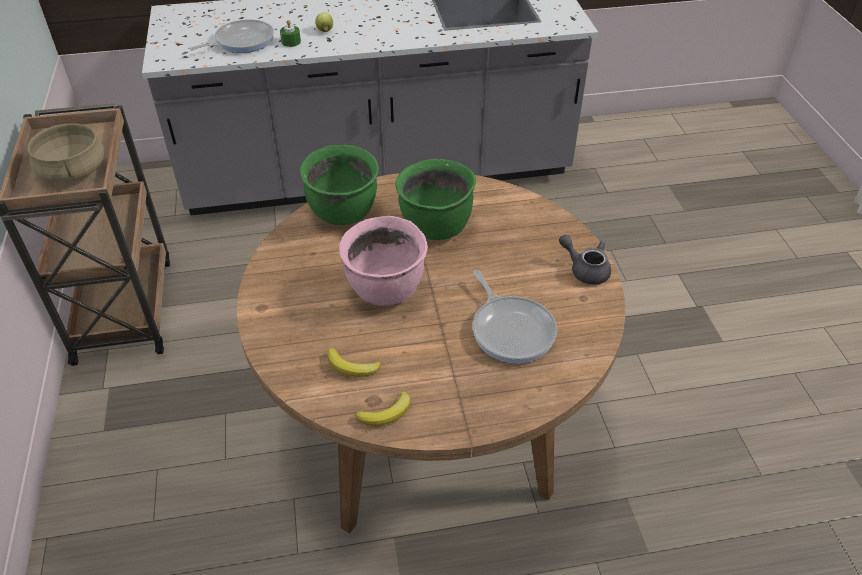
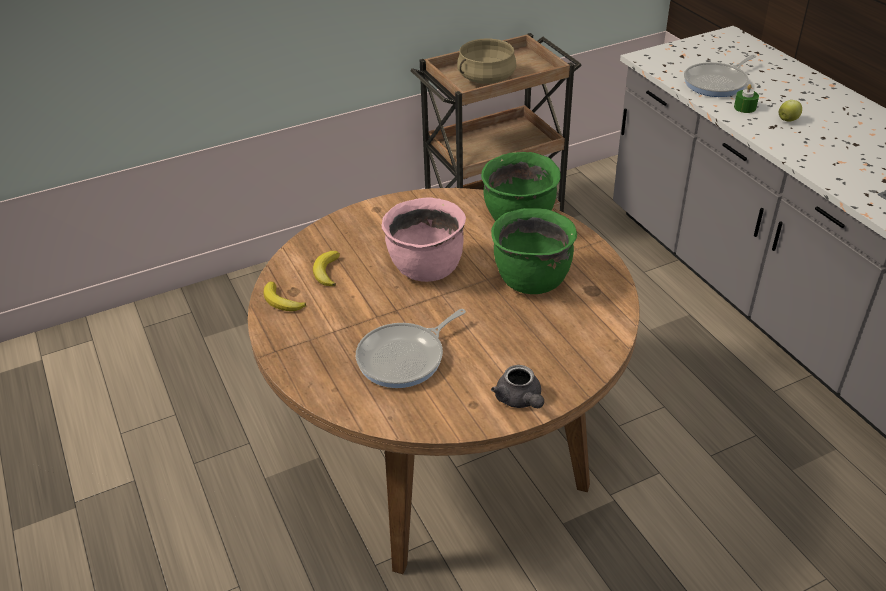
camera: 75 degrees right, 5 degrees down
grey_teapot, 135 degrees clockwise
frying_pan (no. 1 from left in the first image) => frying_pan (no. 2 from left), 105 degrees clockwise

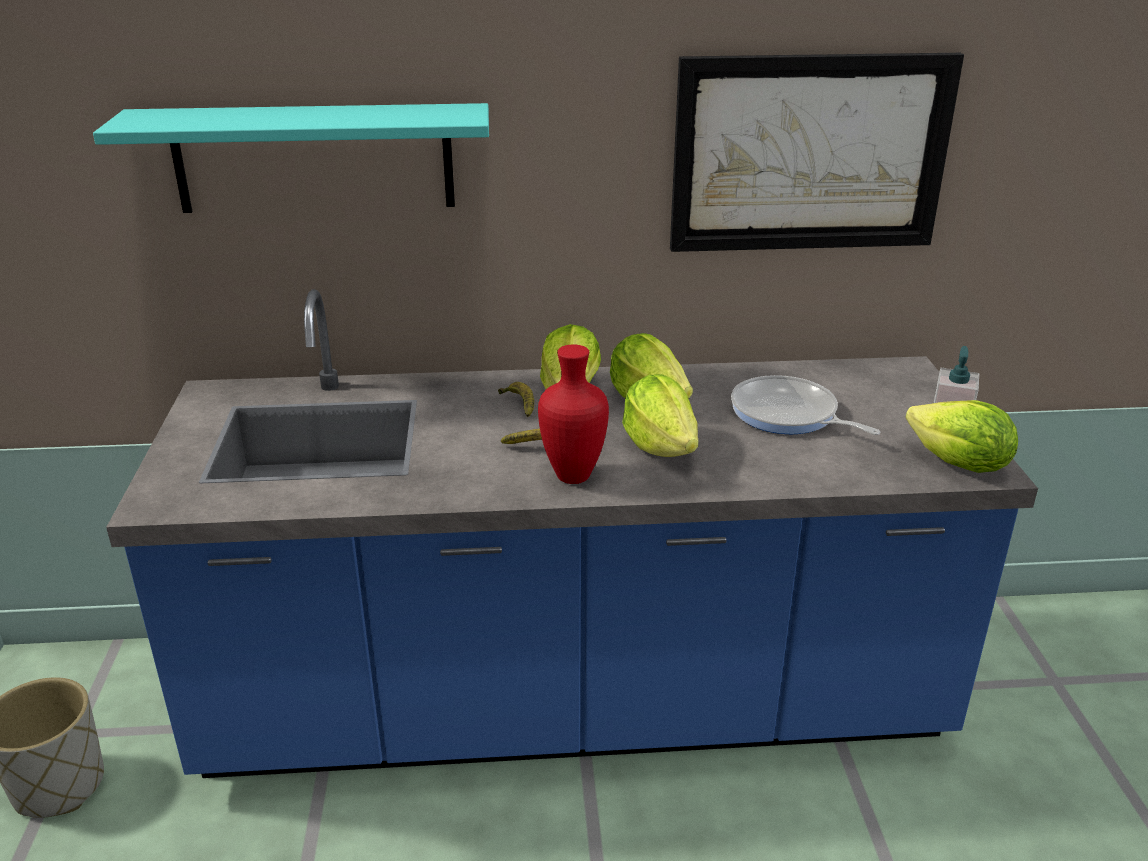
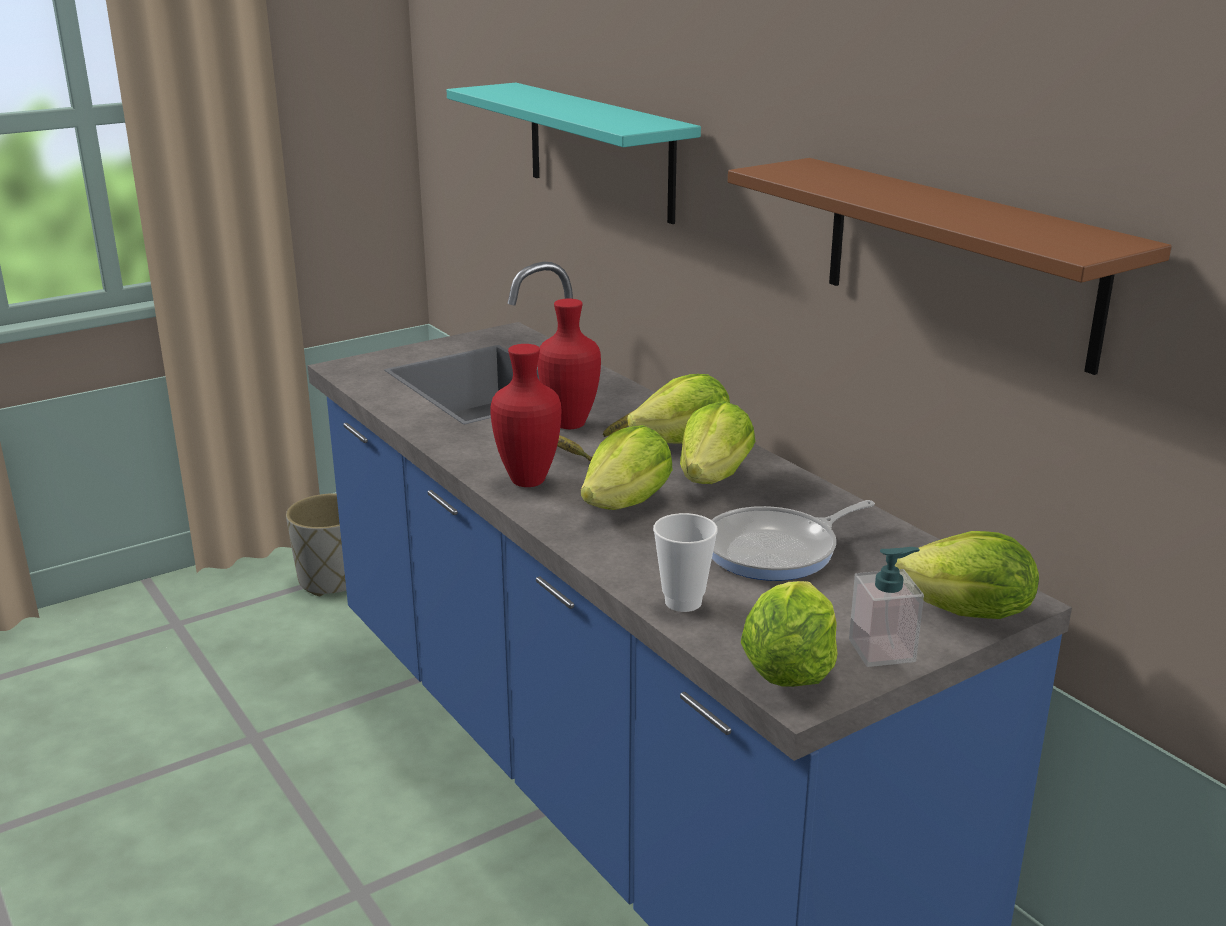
camera: 60 degrees right, 5 degrees down
nothing => red_vase (no. 2 from left)
nothing => cup
frying_pan, 135 degrees counterclockwise
picture => brown_shelf
nothing => lettuce (no. 5 from left)

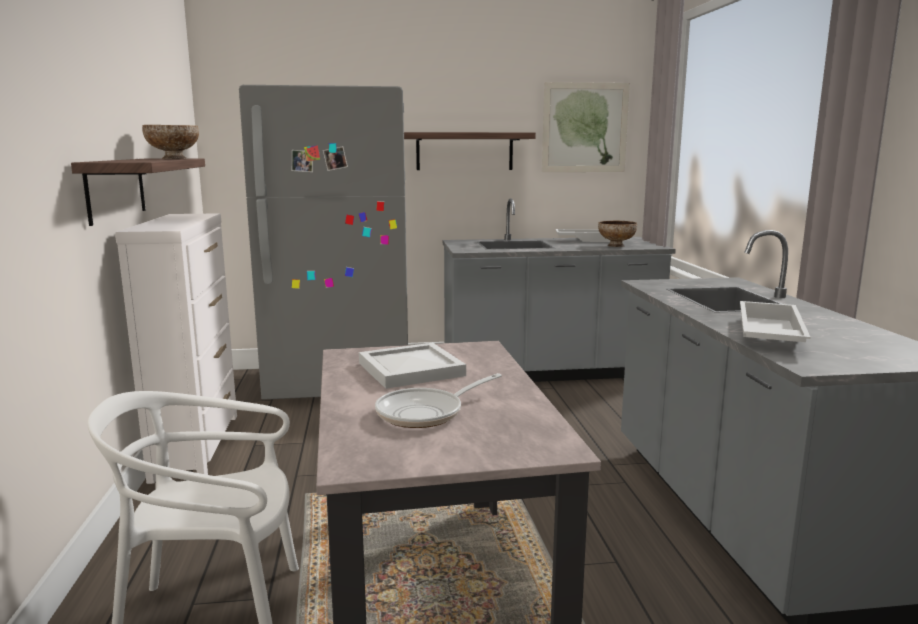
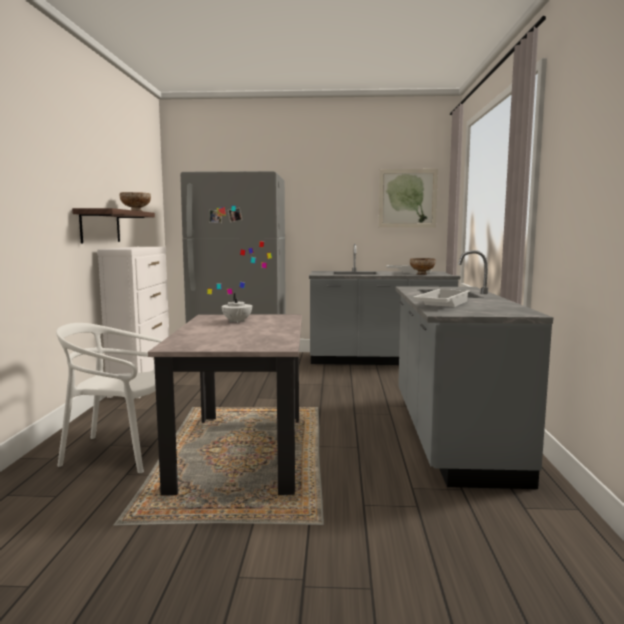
camera: 10 degrees right, 5 degrees down
white_tray (no. 1 from left) => white_teapot
frying_pan => nothing
shelf (no. 2 from left) => nothing

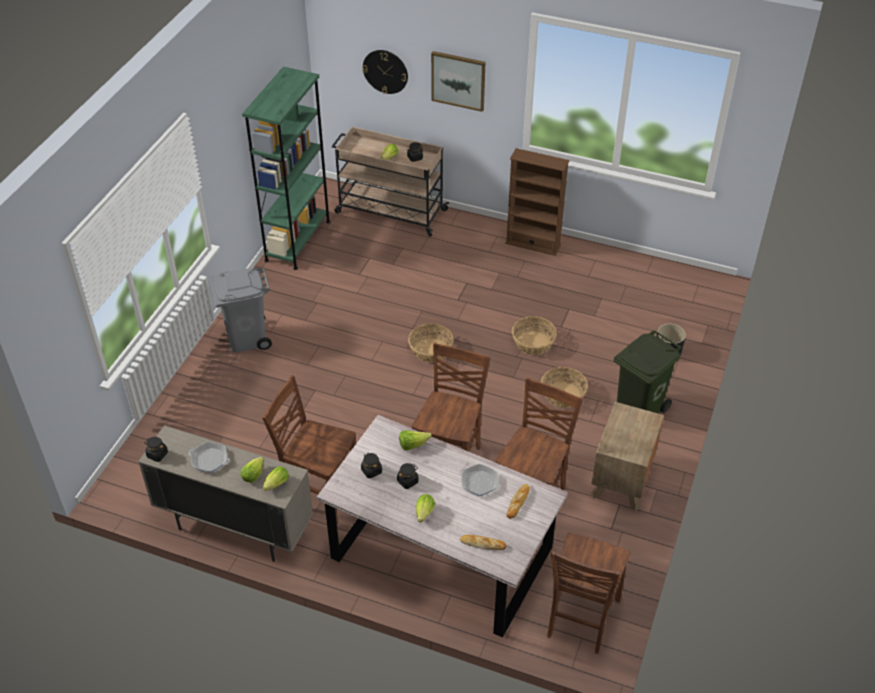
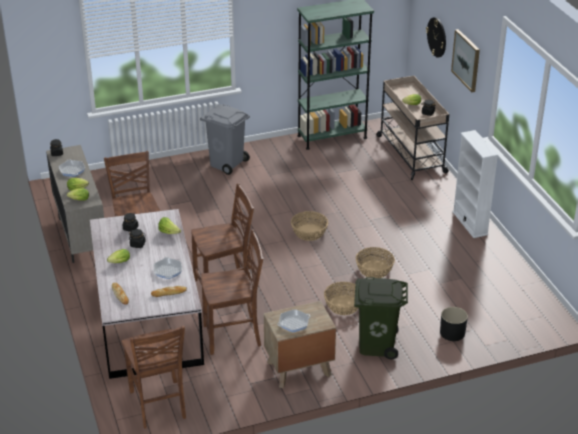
camera: 50 degrees right, 10 degrees down
brown_chair (no. 4 from left in the first image) => brown_chair (no. 2 from left), 90 degrees counterclockwise
nothing => frying_pan (no. 3 from left)
brown_bookcase => white_bookcase

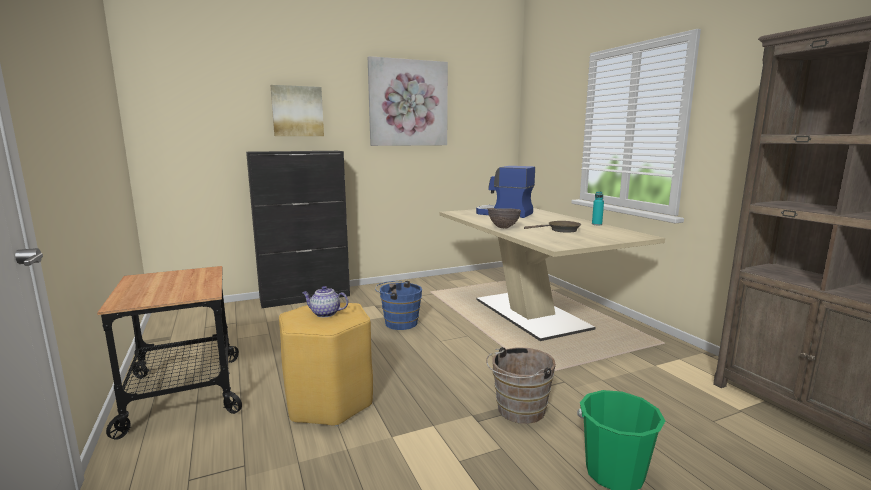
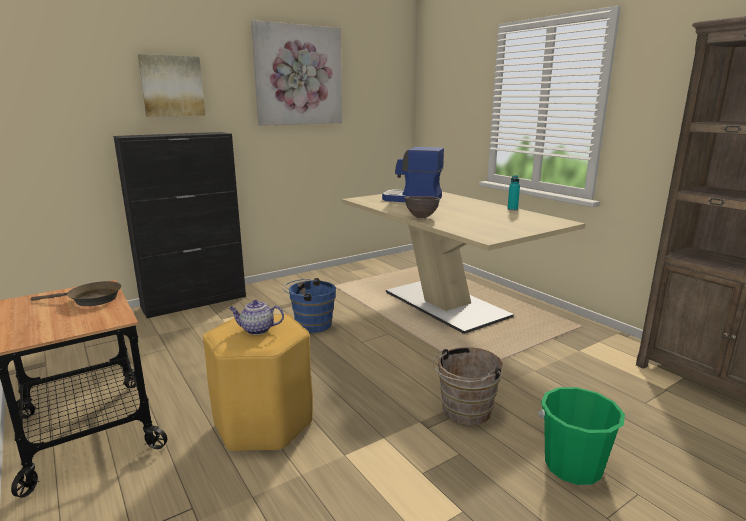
camera: 10 degrees left, 5 degrees up
brown_frying_pan, shifted

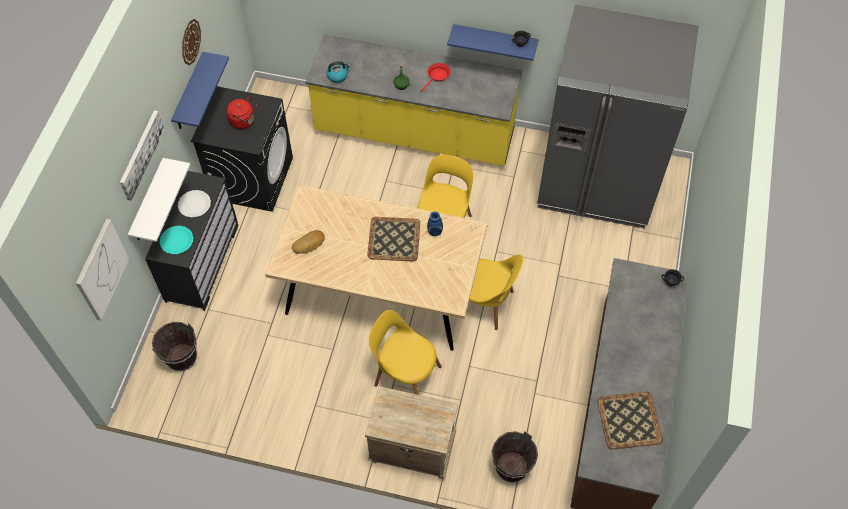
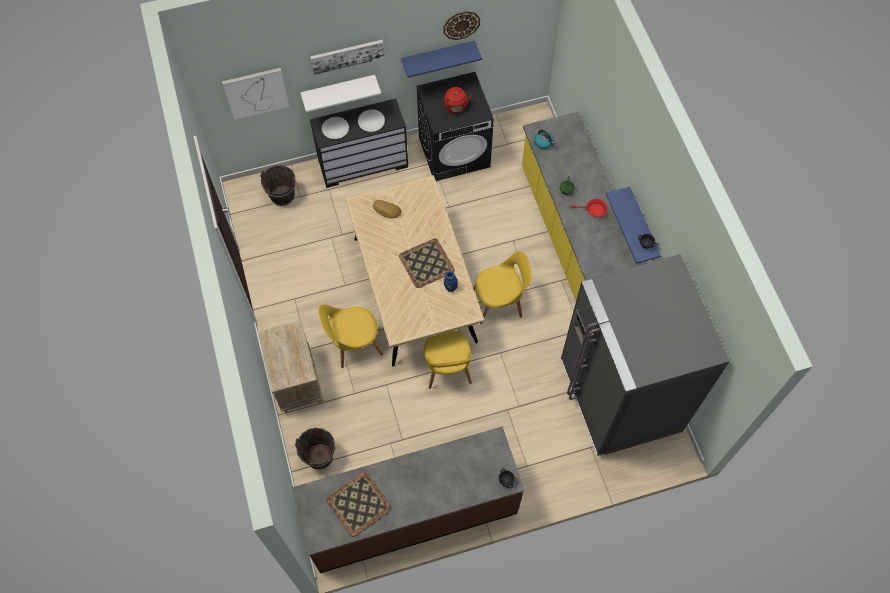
camera: 60 degrees right, 5 degrees up
yellow_chair (no. 1 from left), 105 degrees counterclockwise
turquoise_plate => white_plate (no. 1 from left)

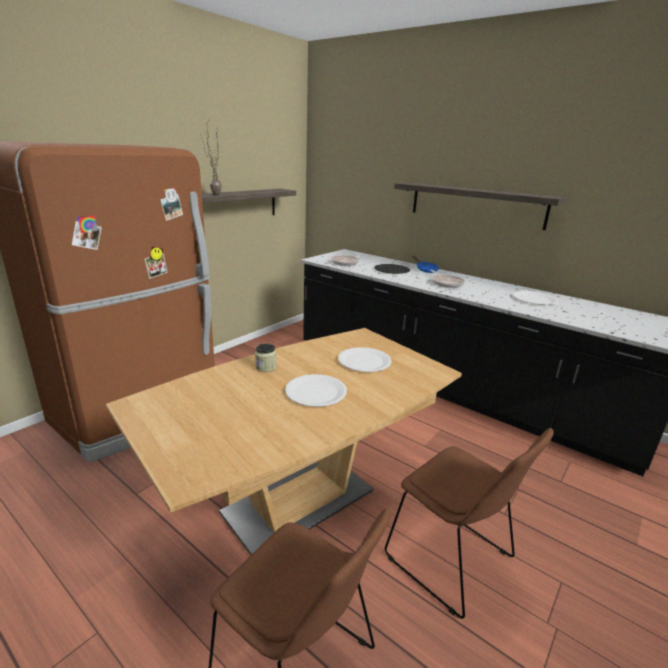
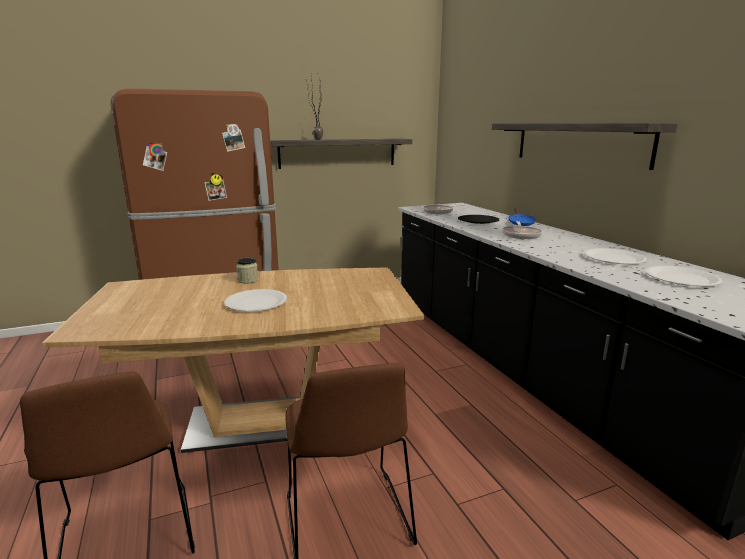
camera: 30 degrees right, 5 degrees down
white_plate (no. 2 from left in the first image) => white_plate (no. 3 from left), shifted

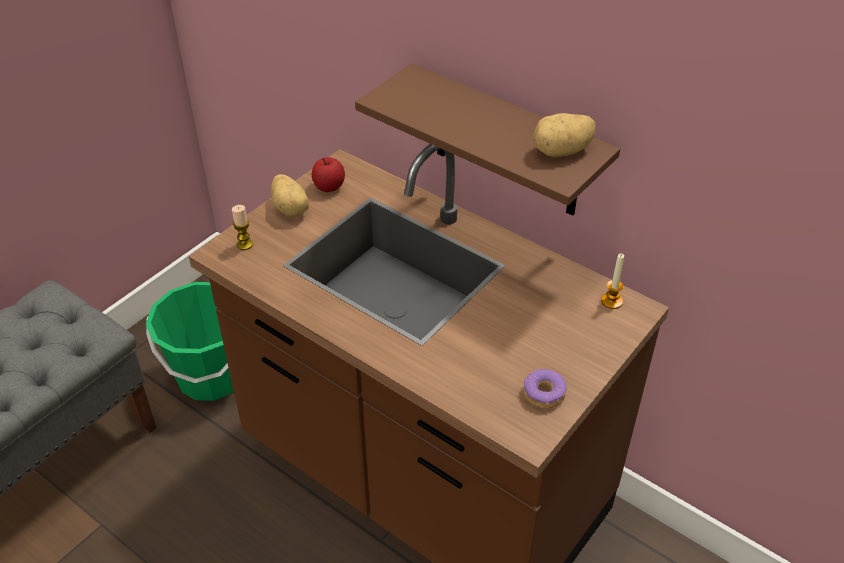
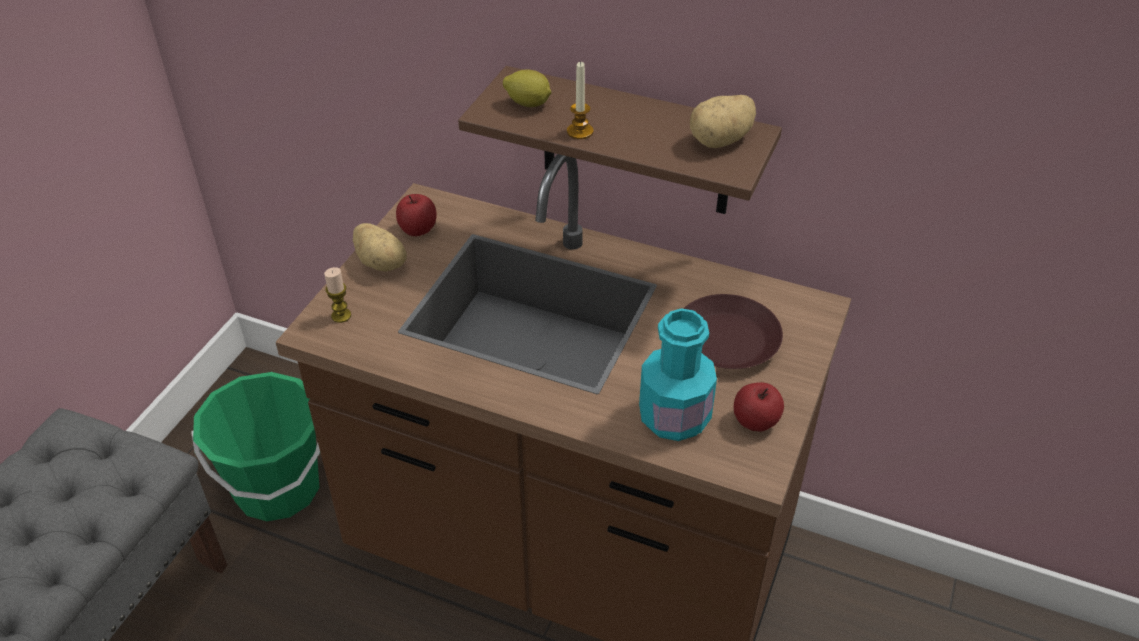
camera: 15 degrees left, 0 degrees up
nothing => lemon
candle (no. 2 from left), shifted
nothing => turquoise_bottle
nothing => brown_plate
donut => apple (no. 2 from left)

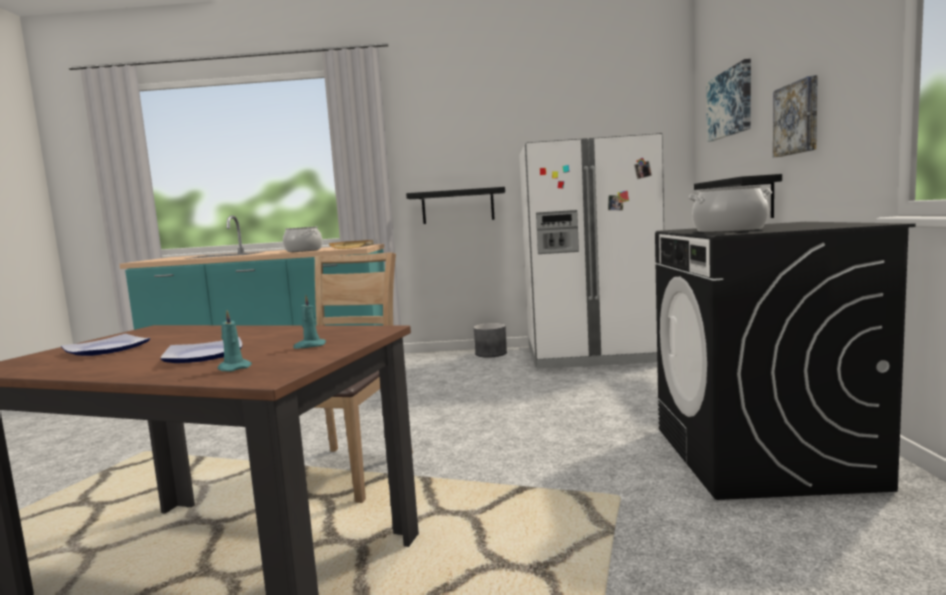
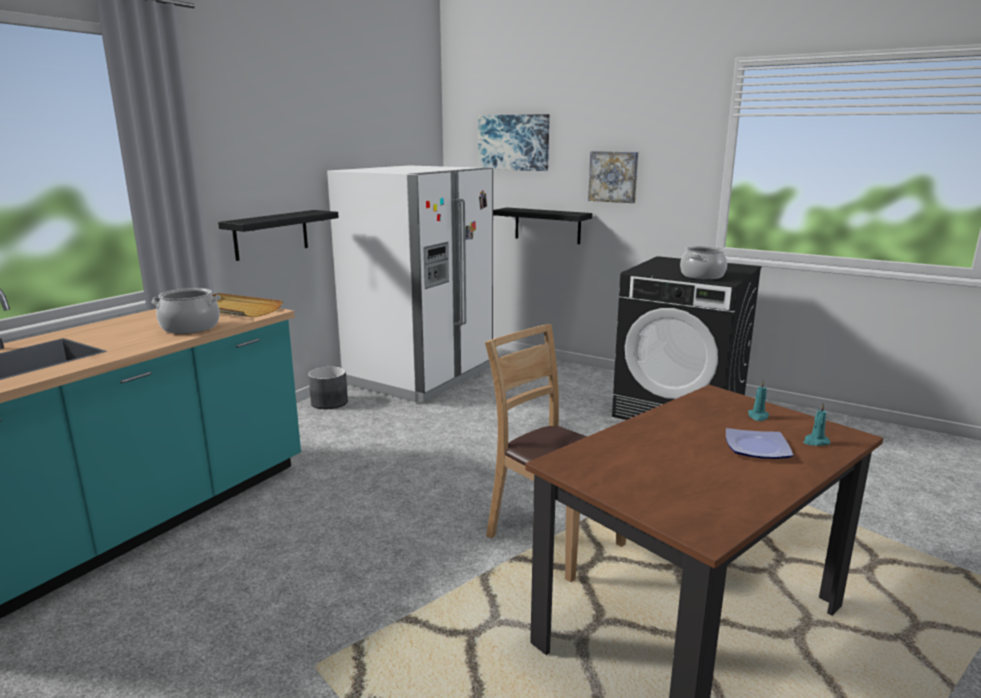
camera: 60 degrees left, 10 degrees up
plate (no. 1 from left) => nothing

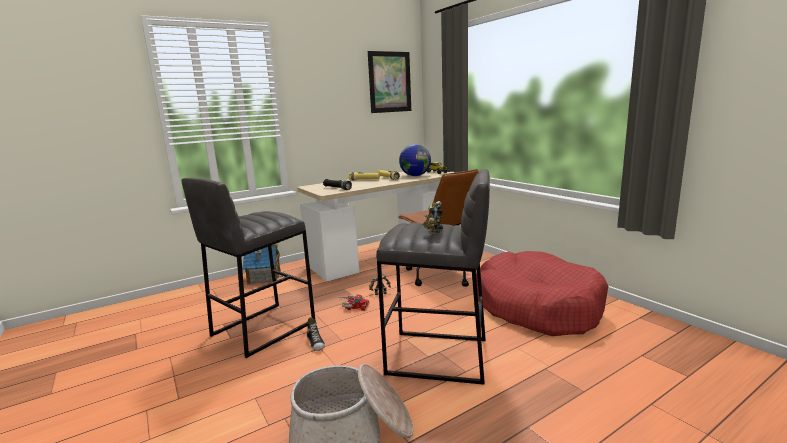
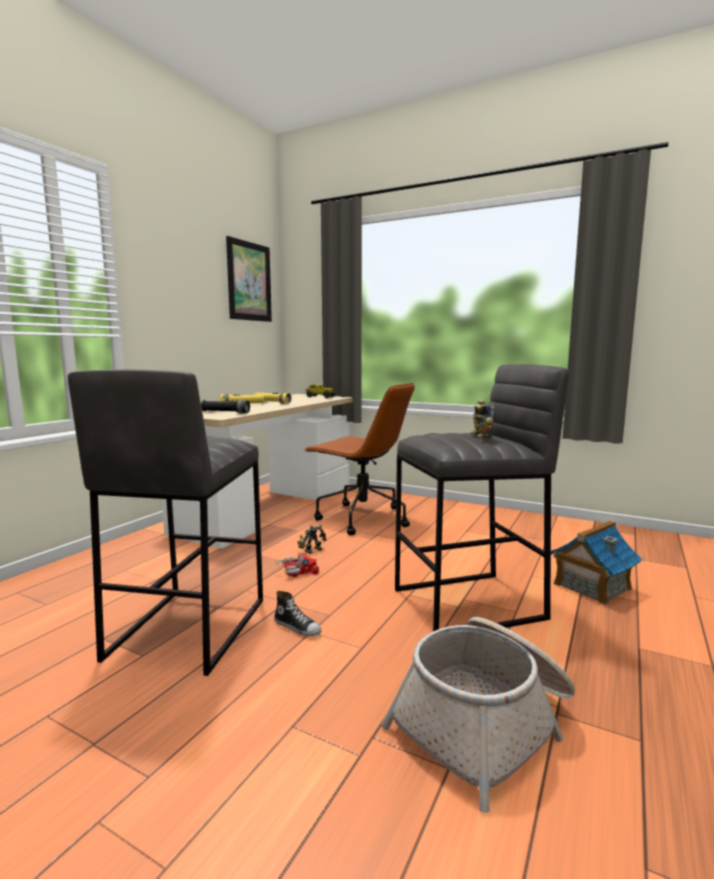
camera: 30 degrees left, 5 degrees down
toy_house, shifted
globe => nothing
red_dog_bed => nothing

